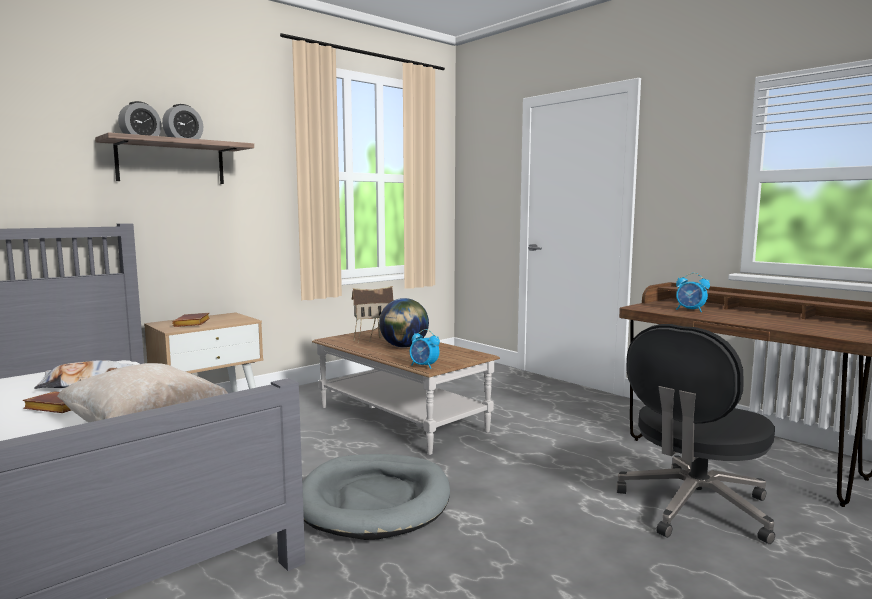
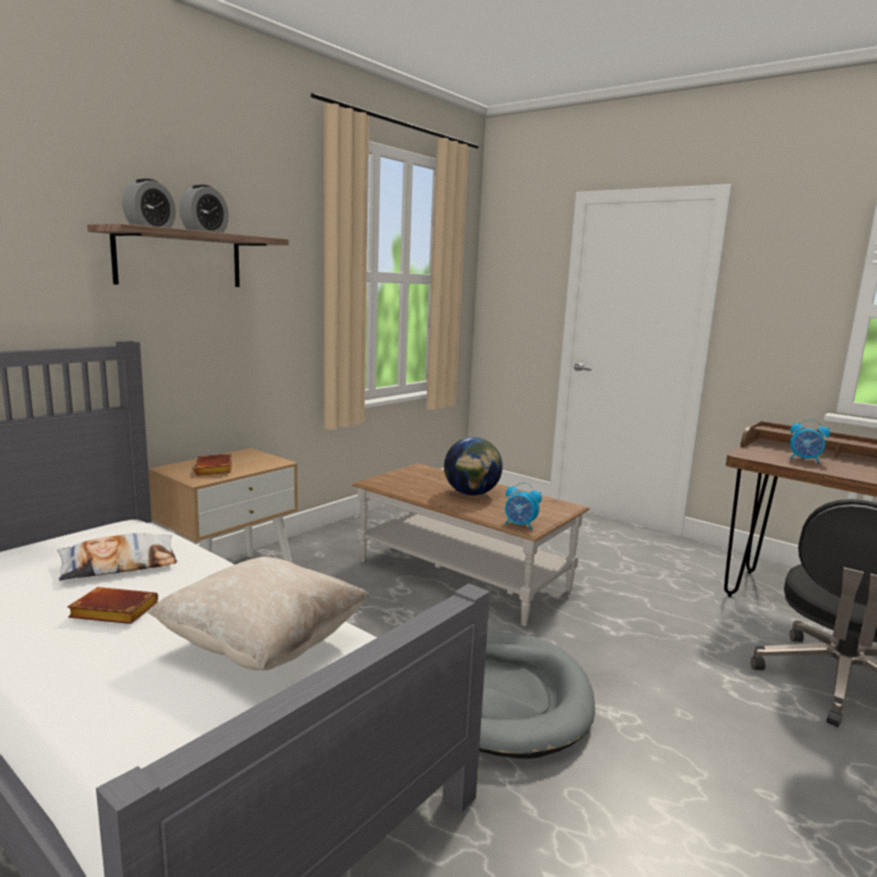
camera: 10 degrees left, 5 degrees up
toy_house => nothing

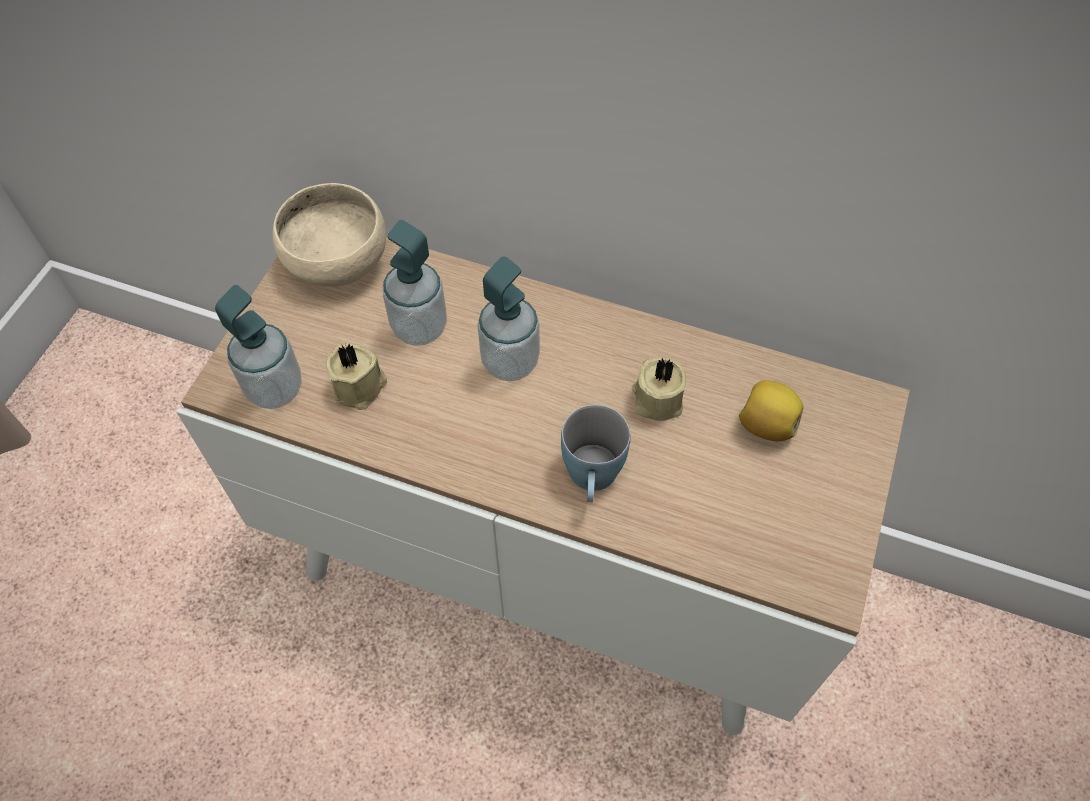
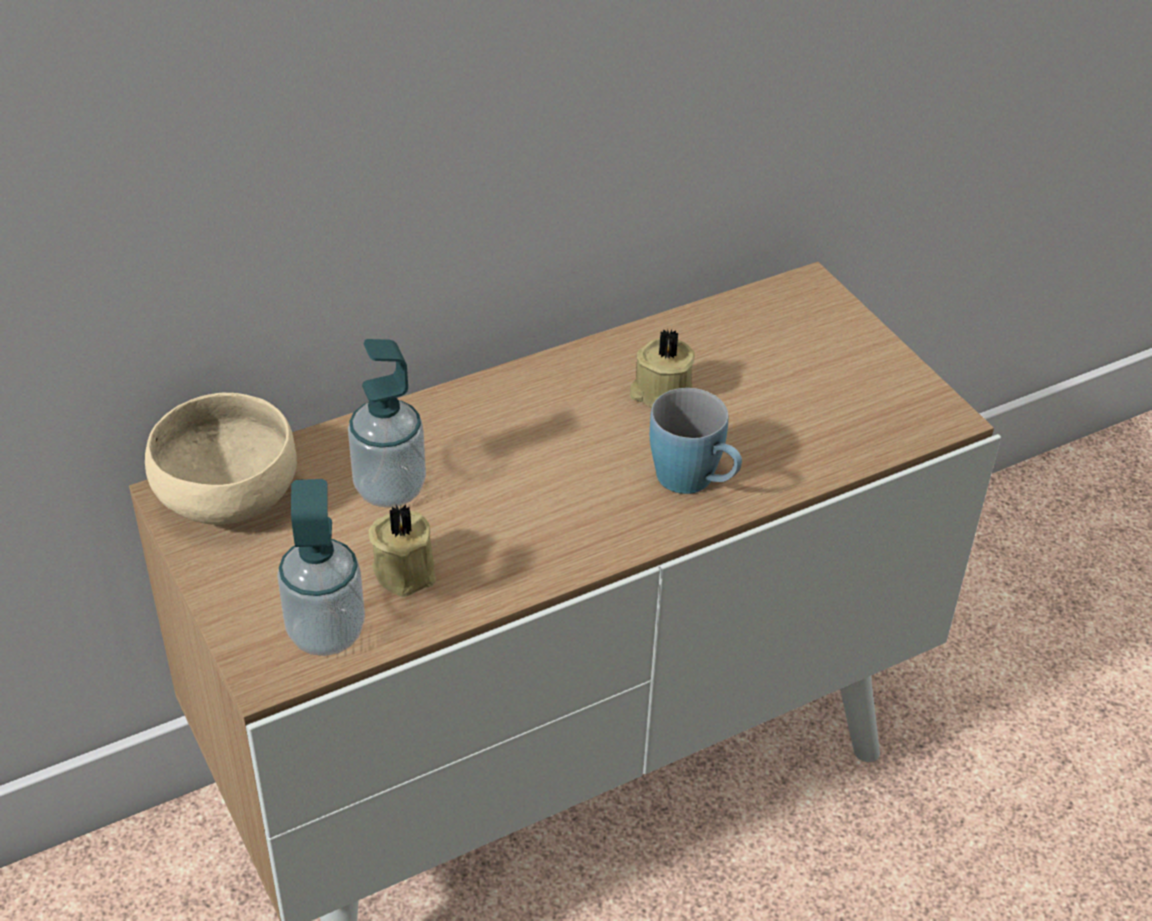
camera: 50 degrees left, 15 degrees down
soap_dispenser (no. 3 from left) => nothing
lemon => nothing

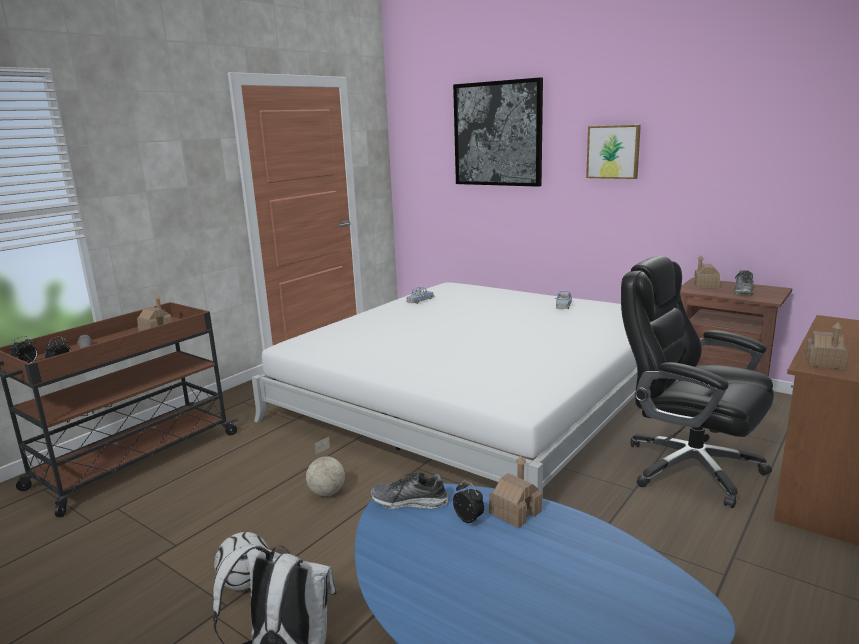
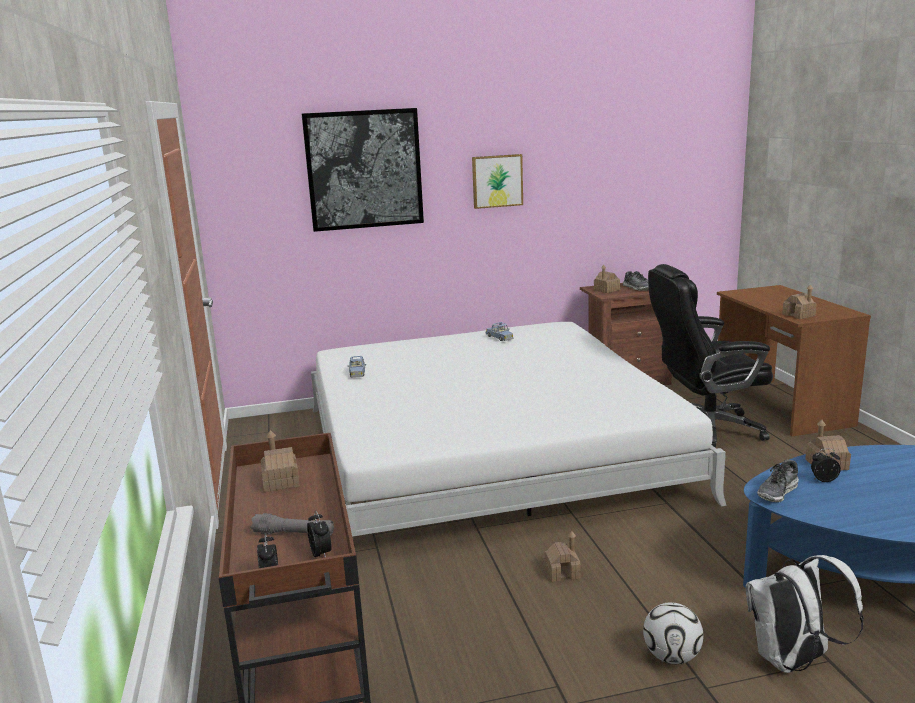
camera: 50 degrees left, 0 degrees up
globe => toy_house (no. 2 from left)

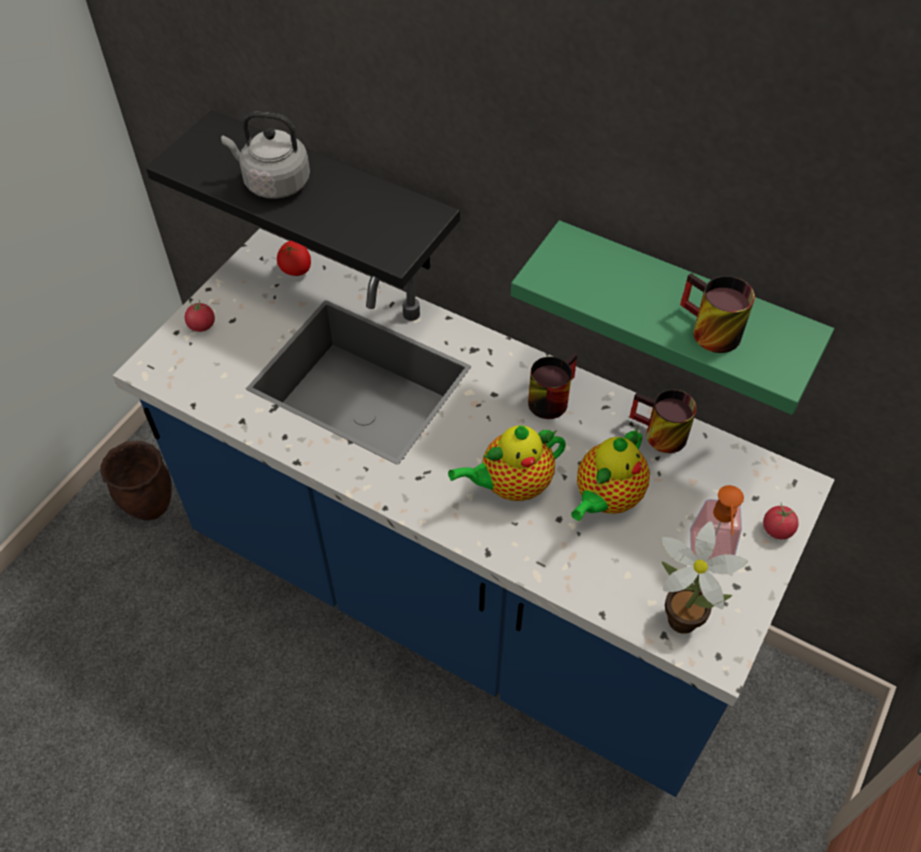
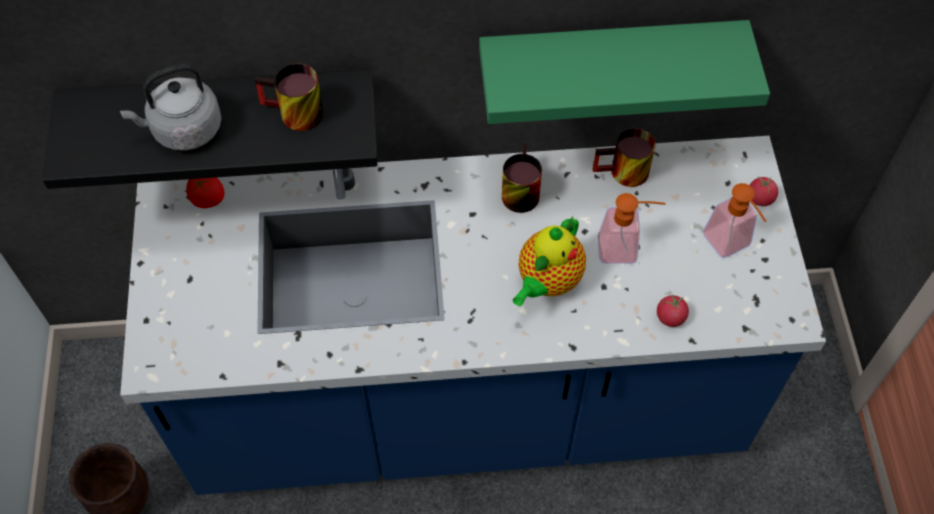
camera: 35 degrees left, 5 degrees up
mug (no. 3 from left in the first image) => mug (no. 1 from left), shifted
teapot (no. 2 from left) => soap_dispenser (no. 1 from left)
tomato (no. 1 from left in the first image) => tomato (no. 2 from left), shifted
potted_plant => nothing

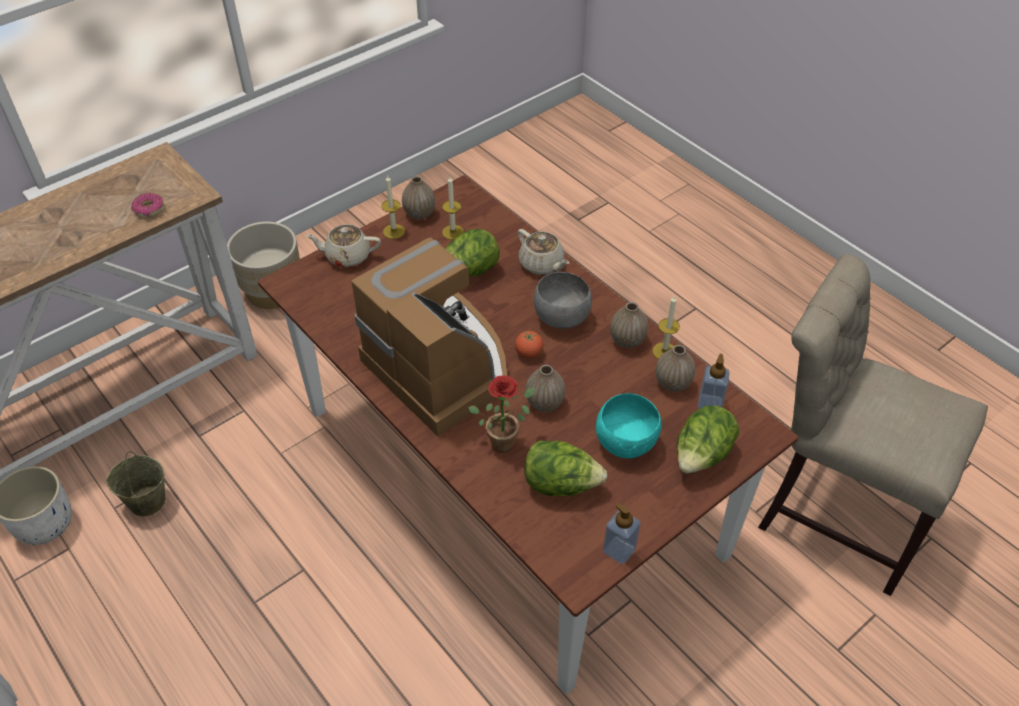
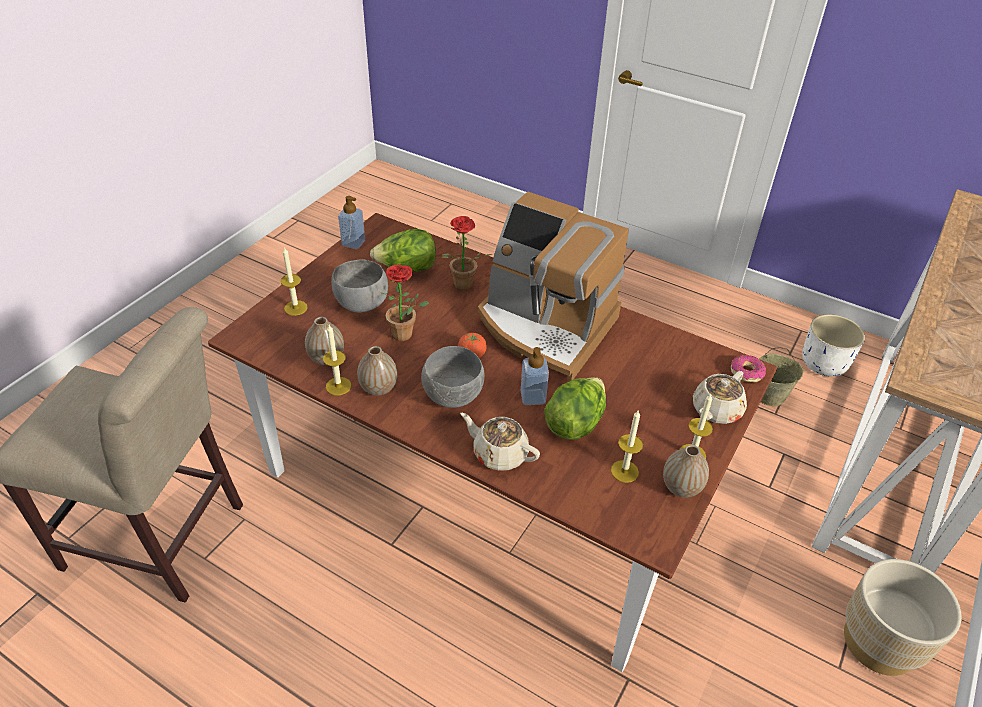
camera: 160 degrees right, 5 degrees down
lettuce (no. 3 from left) => candle (no. 1 from left)
turquoise_bowl => grey_bowl (no. 1 from left)
nothing => potted_plant (no. 1 from left)
soap_dispenser (no. 2 from left), shifted
beige_teapot (no. 1 from left in the first image) => beige_teapot (no. 2 from left), 150 degrees clockwise
donut, shifted
vase (no. 2 from left) => nothing

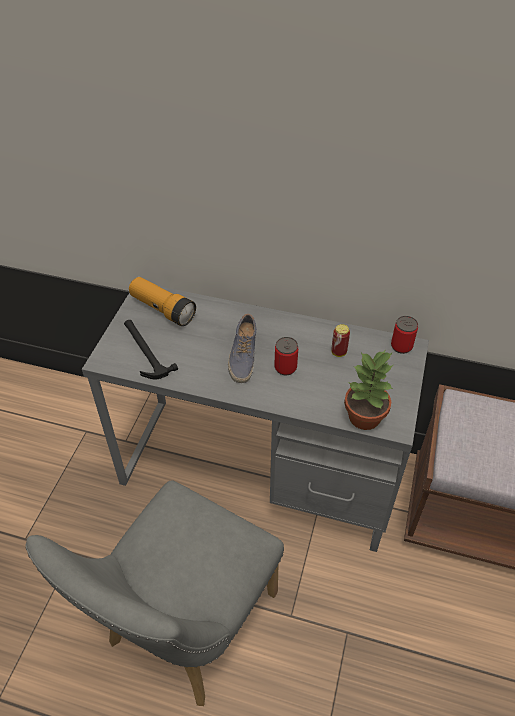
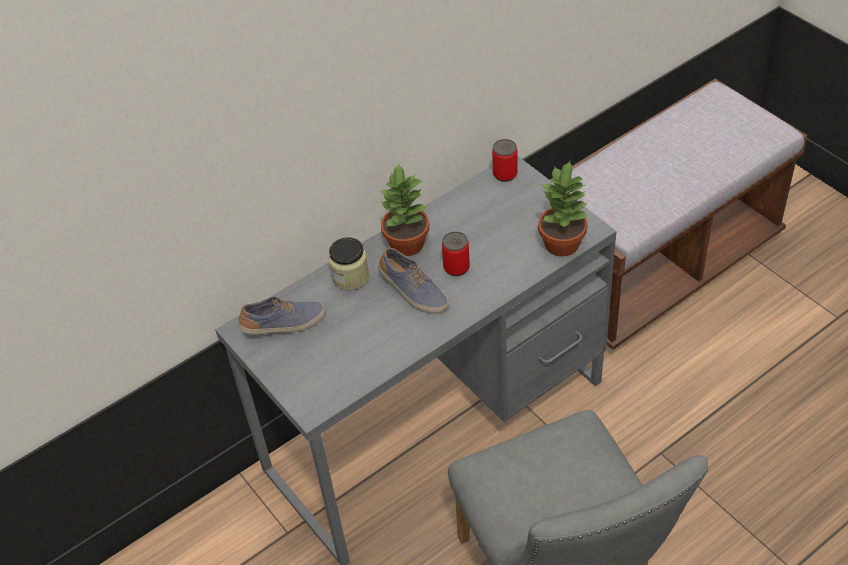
camera: 50 degrees left, 0 degrees up
flashlight => shoe (no. 1 from left)
nothing => jar
nothing => potted_plant (no. 1 from left)
hammer => nothing
can (no. 2 from left) => nothing

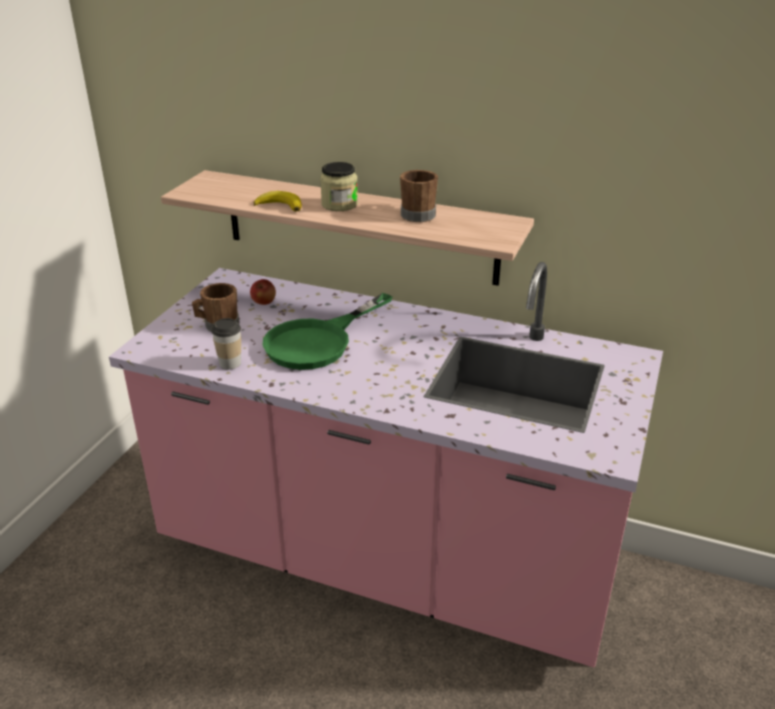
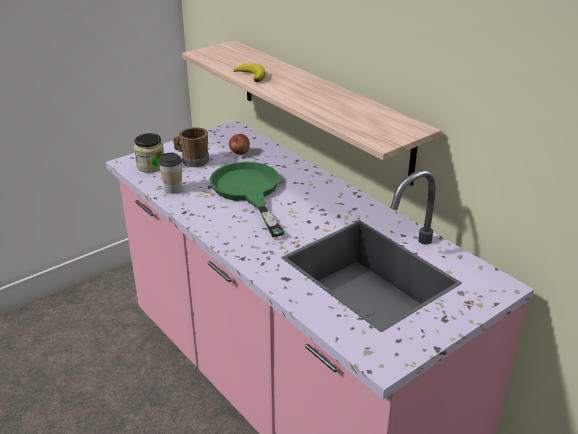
camera: 30 degrees right, 0 degrees up
jar, shifted
green_frying_pan, 90 degrees clockwise
brown_mug (no. 2 from left) => nothing

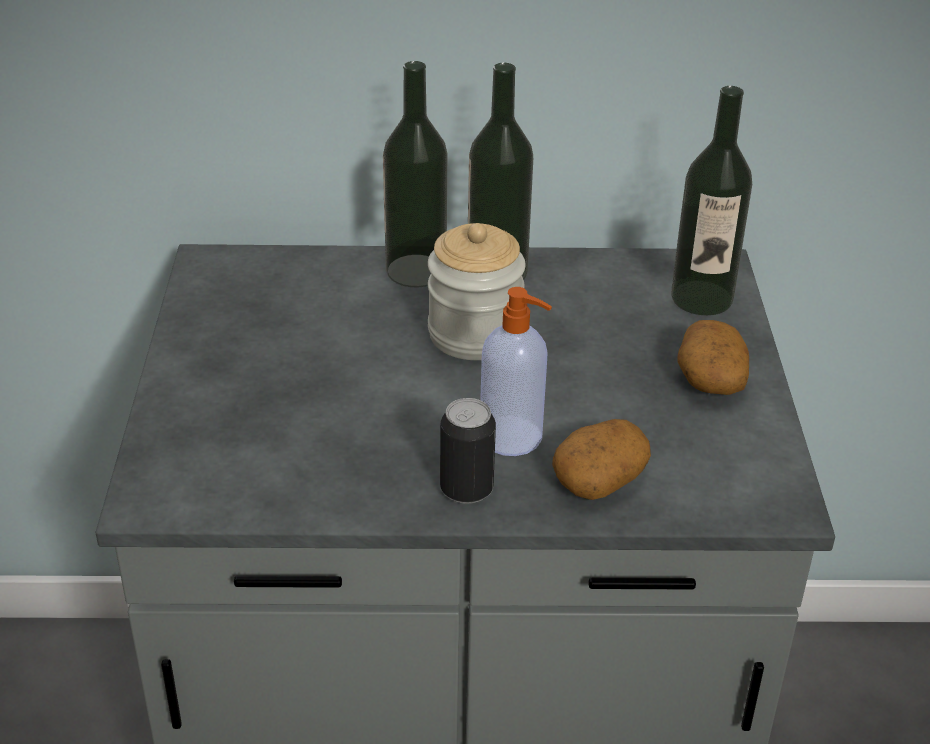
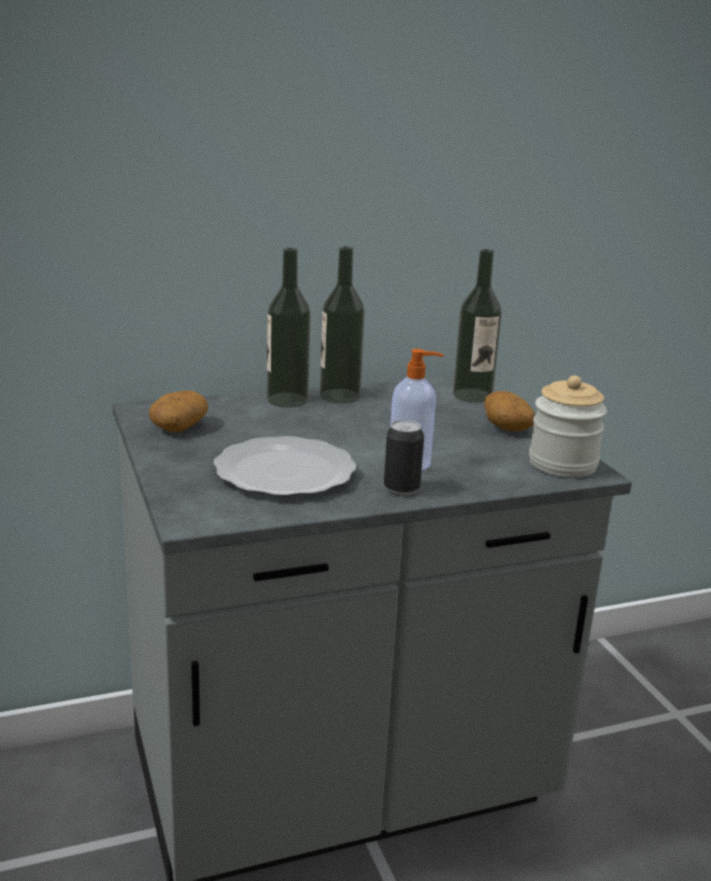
camera: 20 degrees left, 15 degrees down
potato (no. 1 from left), shifted
nothing => plate
jar, shifted

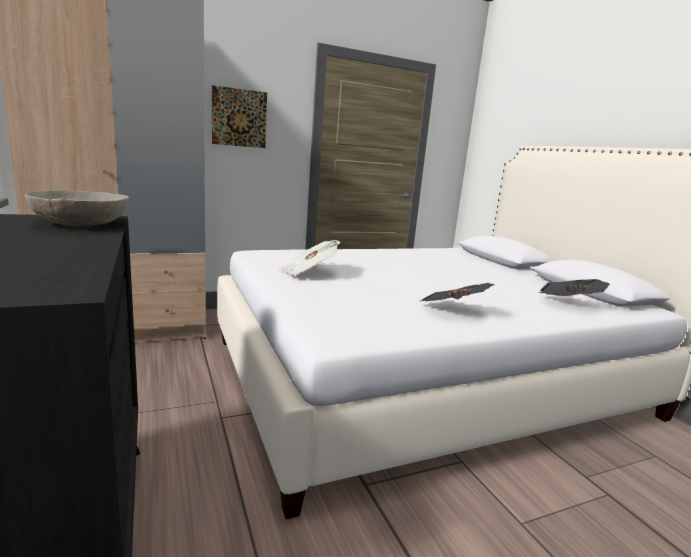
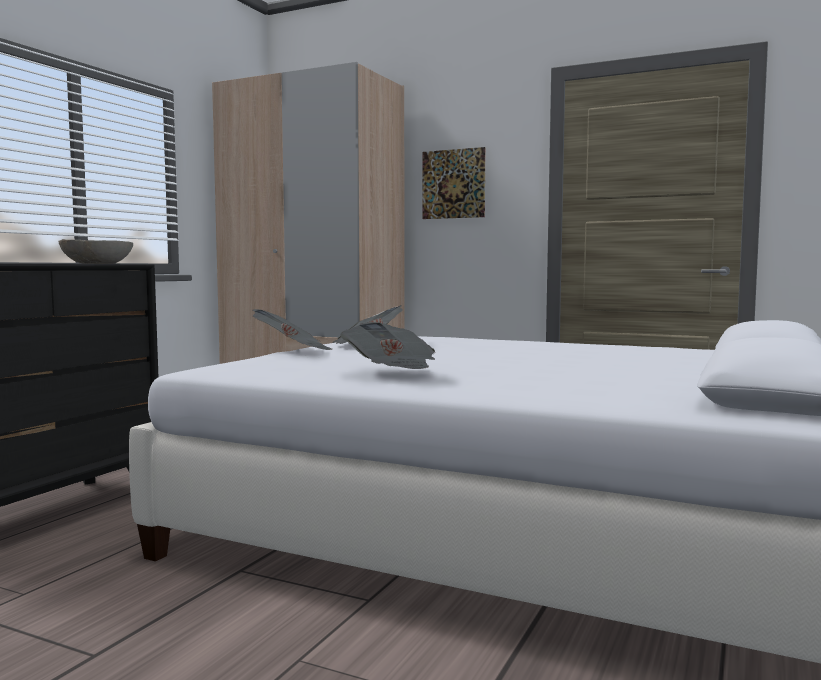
camera: 50 degrees right, 10 degrees down
newspaper (no. 3 from left in the first image) => newspaper (no. 1 from left), shifted

